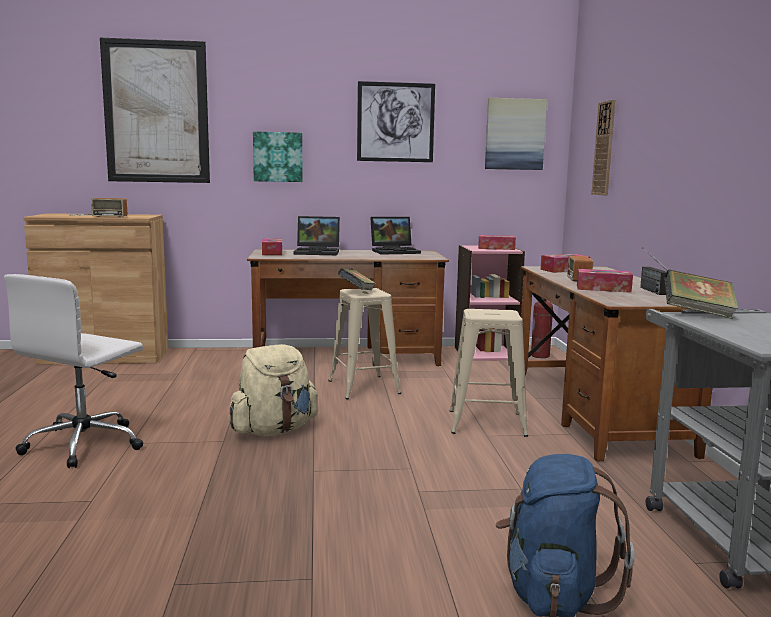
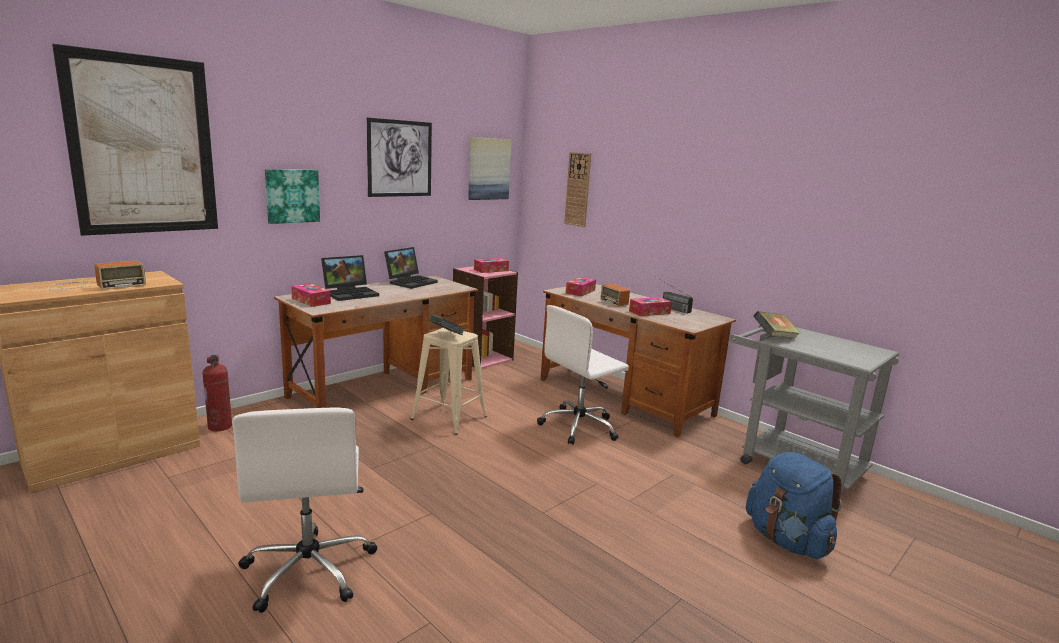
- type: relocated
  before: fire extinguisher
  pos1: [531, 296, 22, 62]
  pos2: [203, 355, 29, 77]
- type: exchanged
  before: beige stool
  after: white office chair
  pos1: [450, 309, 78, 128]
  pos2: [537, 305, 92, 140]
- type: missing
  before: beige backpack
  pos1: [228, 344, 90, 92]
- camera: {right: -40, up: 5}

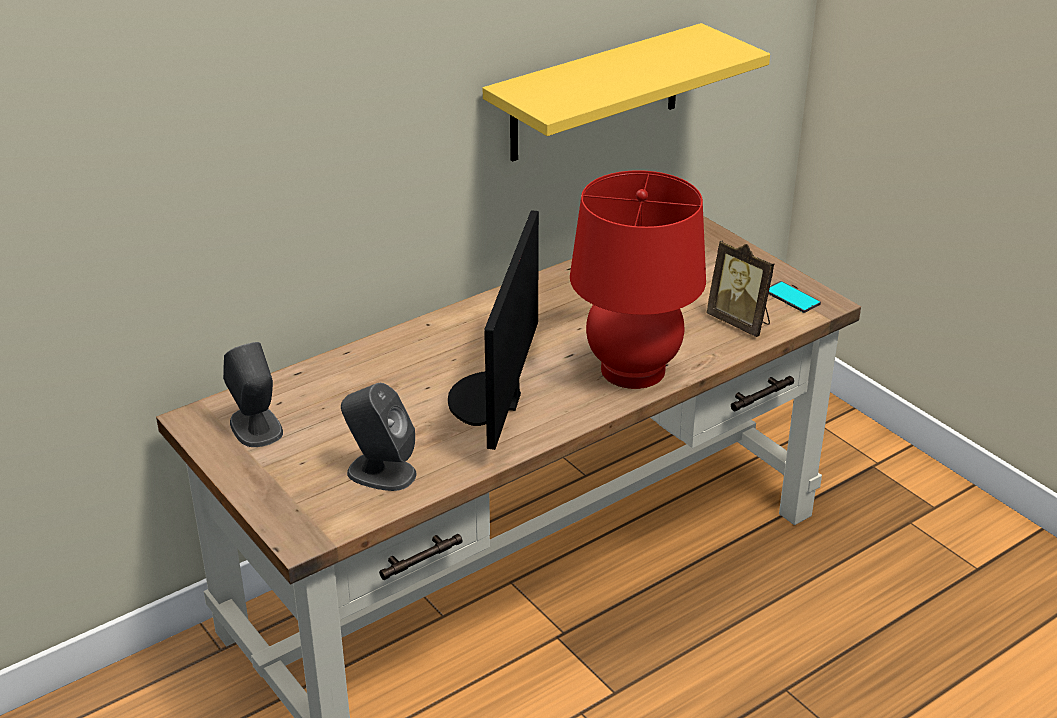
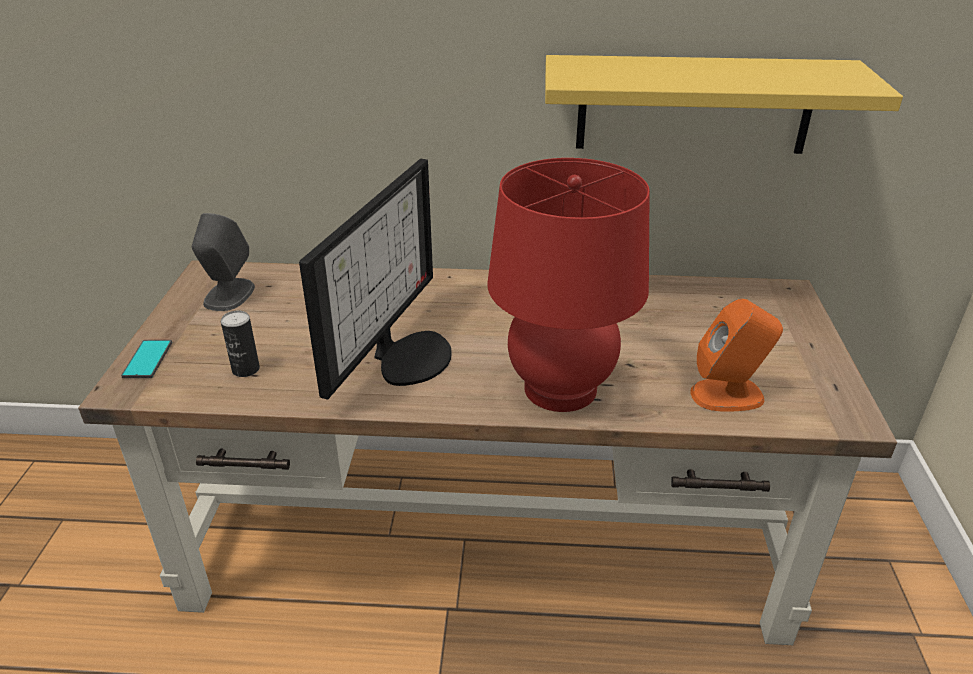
- type: relocated
  before: phone
  pos1: [768, 281, 53, 32]
  pos2: [121, 340, 51, 38]
- type: exchanged
  before: grey speaker
  after: can
  pos1: [341, 383, 76, 108]
  pos2: [221, 311, 39, 66]
- type: spun
  before: monitor
  pos1: [448, 210, 91, 240]
  pos2: [299, 159, 152, 241]
  turn: 150
- type: exchanged
  before: picture frame
  after: orange speaker
  pos1: [706, 240, 69, 97]
  pos2: [690, 299, 93, 113]
- camera: {right: 40, up: 0}

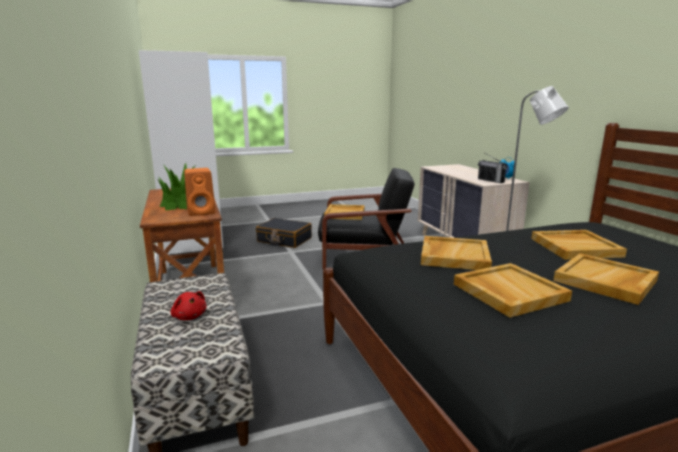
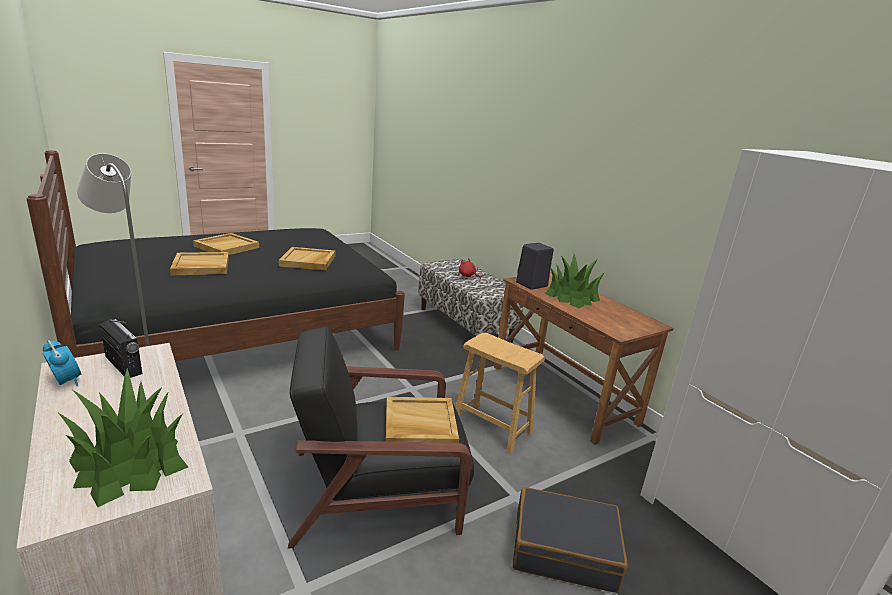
- type: appeared
  after: potted plant
  pos2: [57, 368, 131, 139]
- type: appeared
  after: brown stool
  pos2: [455, 333, 90, 120]
- type: colour
  before: orange speaker
  after: black speaker
  pos1: [184, 168, 32, 48]
  pos2: [516, 243, 38, 47]
- type: missing
  before: beige tray
  pos1: [454, 263, 118, 55]
- camera: {right: 165, up: 5}

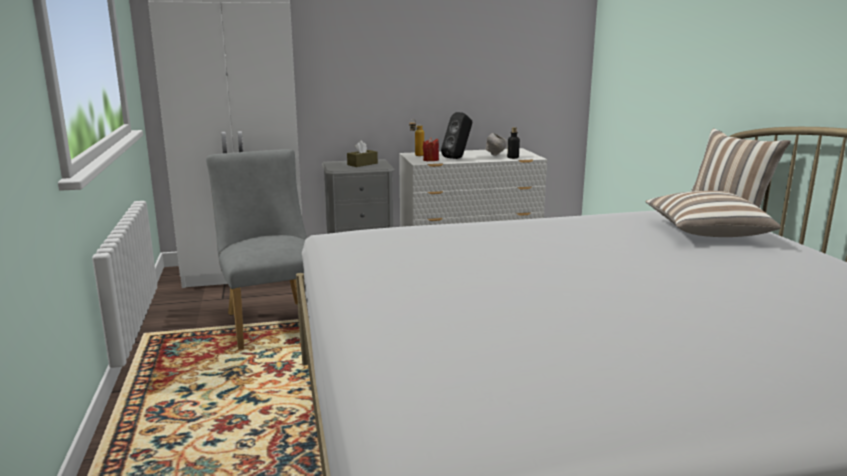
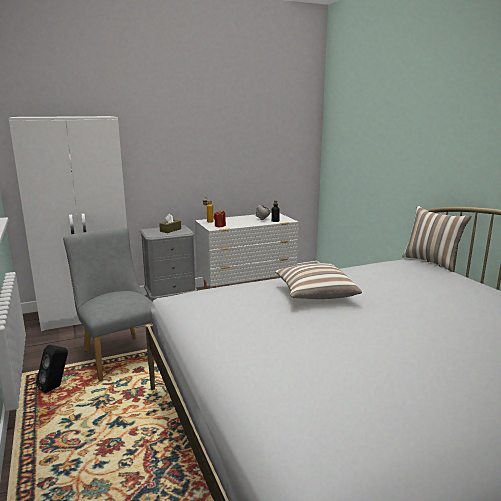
- type: relocated
  before: black speaker
  pos1: [441, 112, 31, 47]
  pos2: [36, 344, 32, 49]
- type: relocated
  before: pillow
  pos1: [645, 191, 136, 46]
  pos2: [275, 263, 87, 36]
- camera: {right: -10, up: 0}

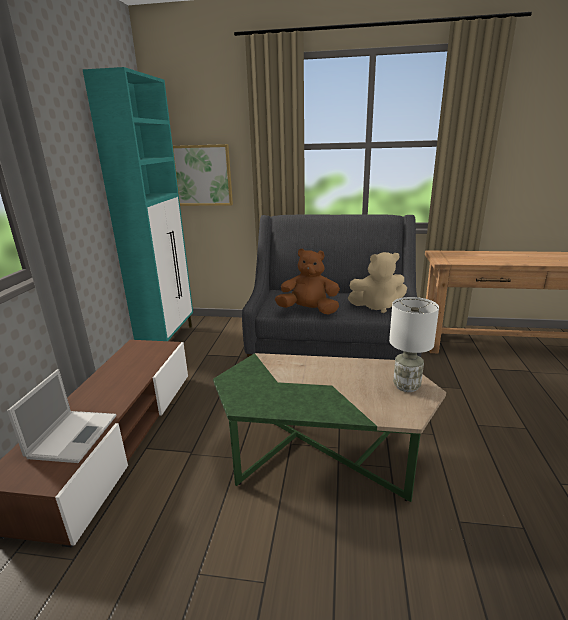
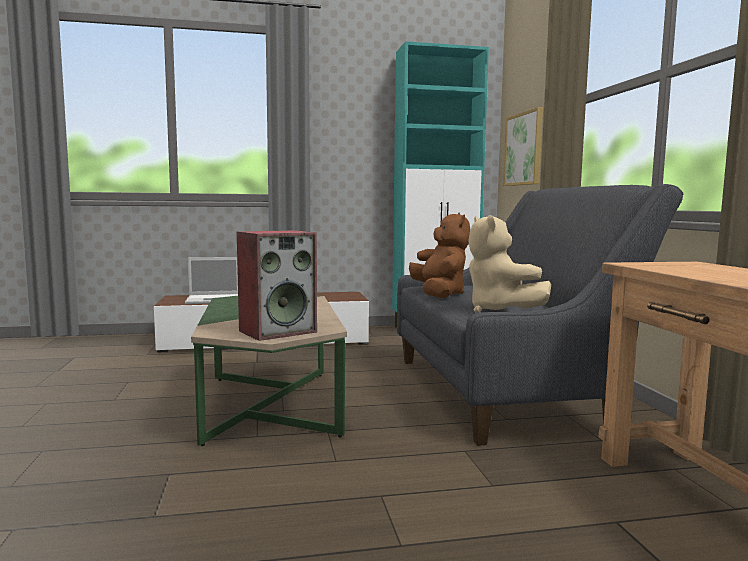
- type: exchanged
  before: white table lamp
  after: speaker
  pos1: [389, 297, 50, 95]
  pos2: [237, 230, 80, 111]
- camera: {right: 70, up: -15}

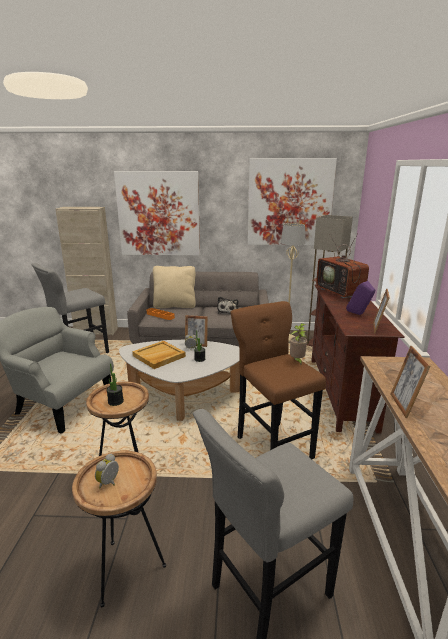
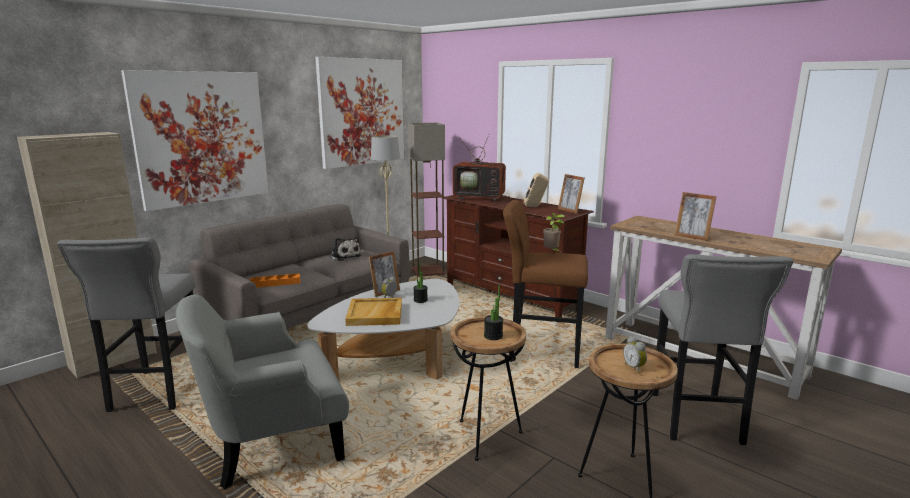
- type: colour
  before: purple speaker
  after: beige speaker
  pos1: [346, 281, 29, 34]
  pos2: [524, 173, 25, 34]
- type: missing
  before: beige pillow
  pos1: [153, 266, 43, 42]
- camera: {right: -50, up: -5}

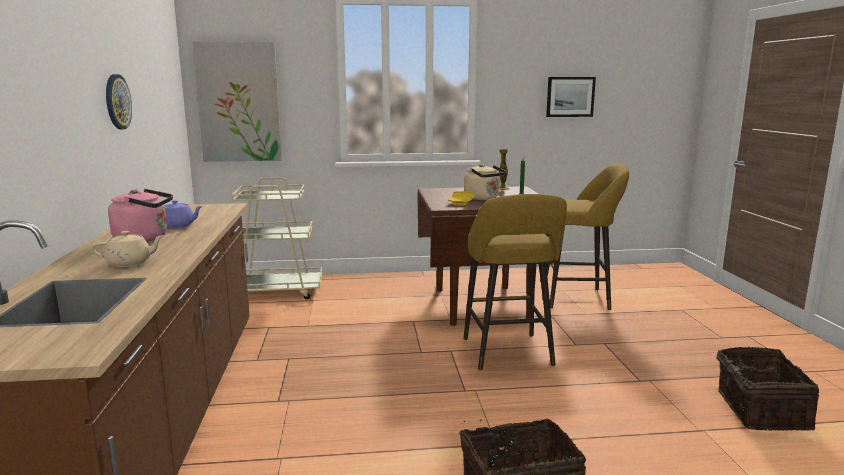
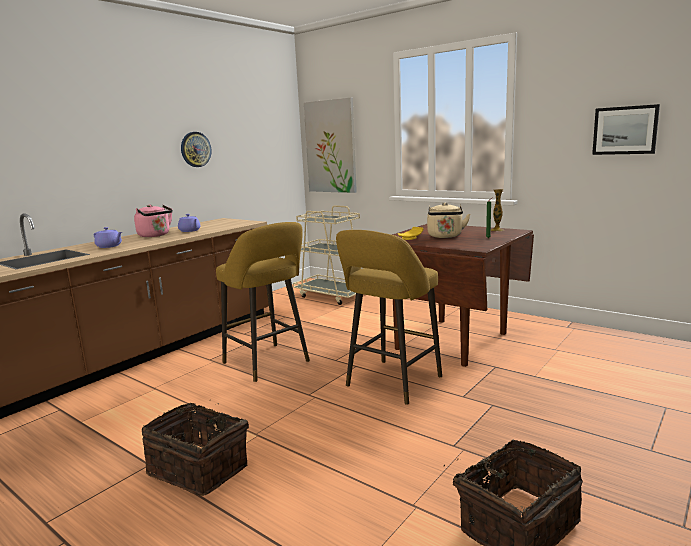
- type: colour
  before: beige teapot
  after: purple teapot
  pos1: [91, 231, 74, 36]
  pos2: [93, 227, 29, 21]
- type: relocated
  before: yellow stool
  pos1: [546, 164, 83, 146]
  pos2: [216, 222, 94, 160]
- camera: {right: 45, up: 0}

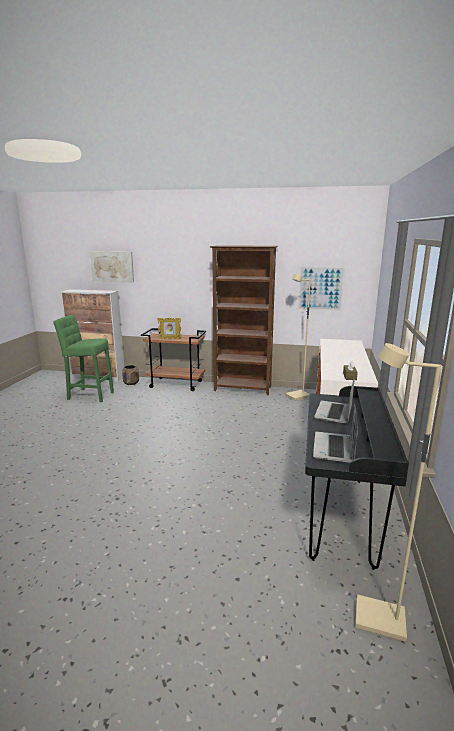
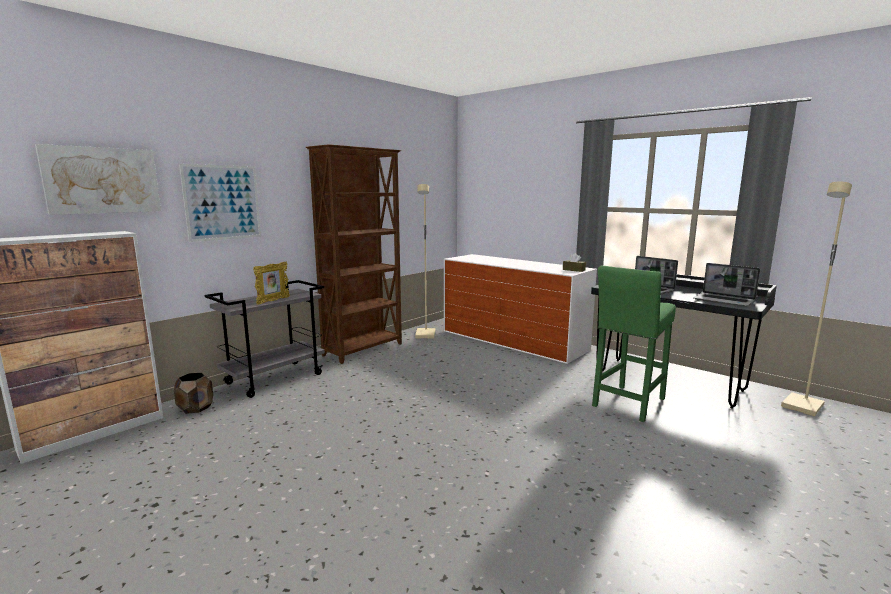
- type: relocated
  before: picture
  pos1: [298, 266, 47, 45]
  pos2: [179, 164, 82, 78]
- type: colour
  before: brown cart
  after: grey cart
  pos1: [141, 328, 65, 63]
  pos2: [205, 280, 120, 118]
- type: relocated
  before: green stool
  pos1: [53, 315, 61, 87]
  pos2: [592, 265, 84, 157]
- camera: {right: -60, up: -5}

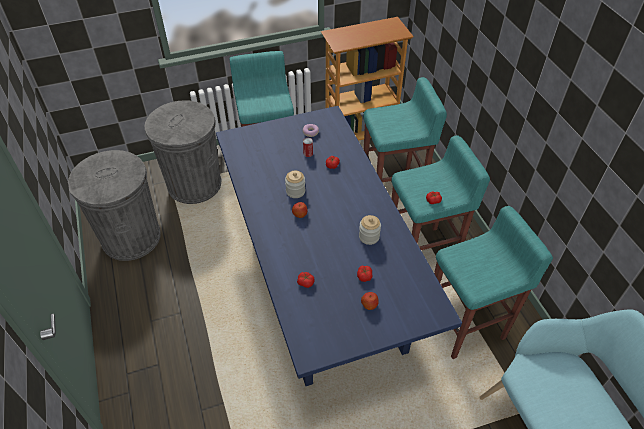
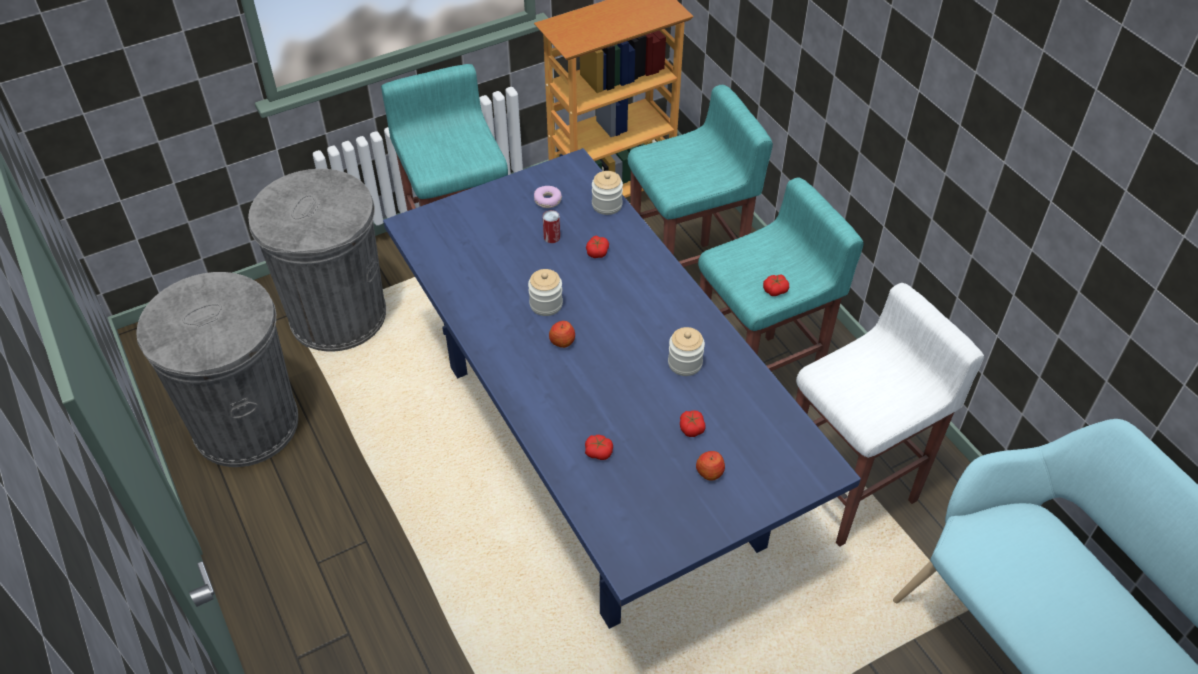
- type: appeared
  after: jar
  pos2: [592, 171, 31, 44]
- type: colour
  before: turquoise stool
  after: white stool
  pos1: [434, 206, 119, 153]
  pos2: [796, 283, 189, 264]
- camera: {right: -10, up: 0}

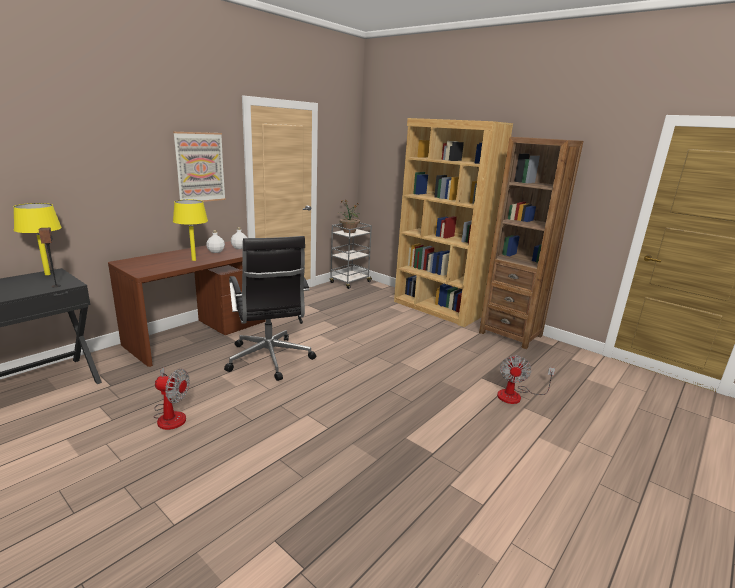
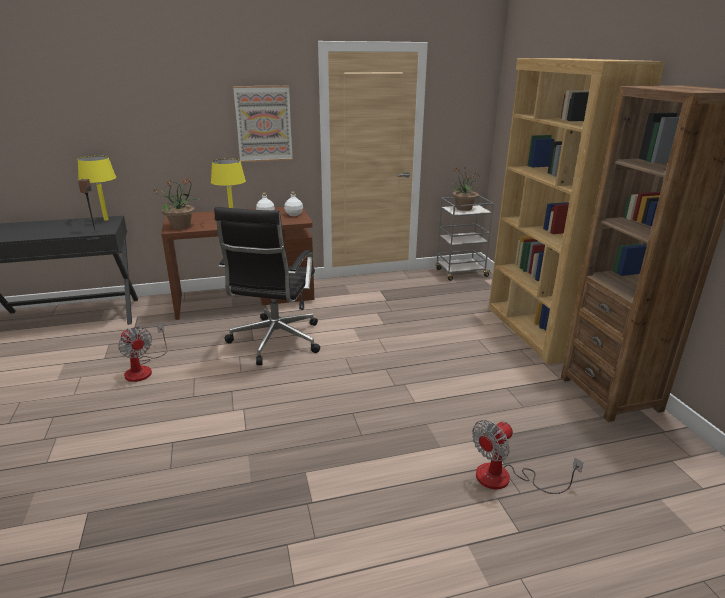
- type: appeared
  after: potted plant
  pos2: [152, 177, 50, 52]
- camera: {right: 35, up: 5}

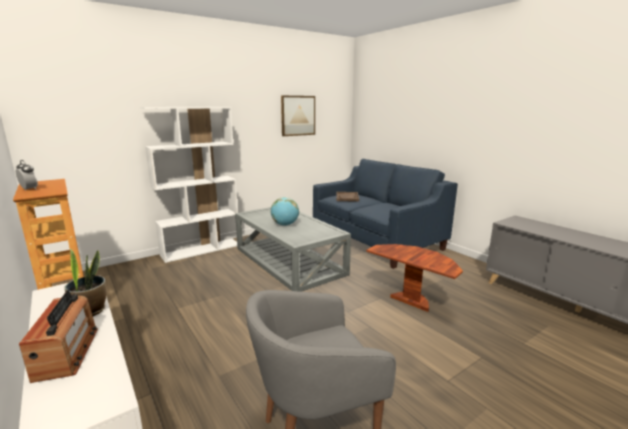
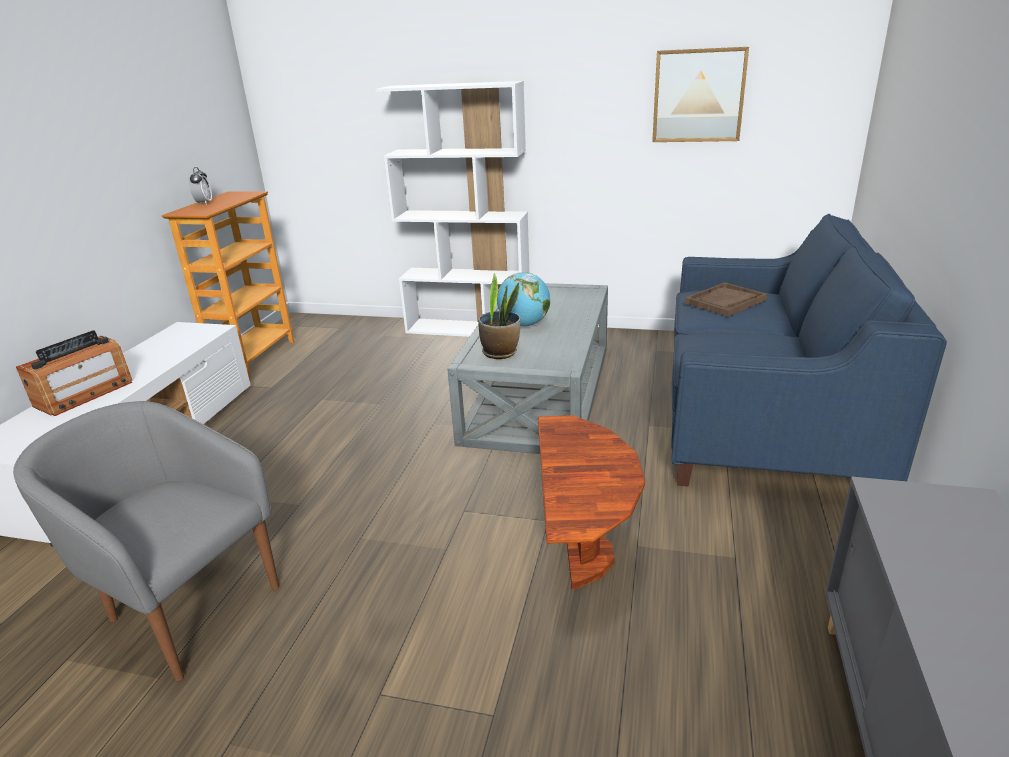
- type: relocated
  before: potted plant
  pos1: [64, 248, 42, 68]
  pos2: [478, 273, 43, 86]
- camera: {right: 50, up: 10}

